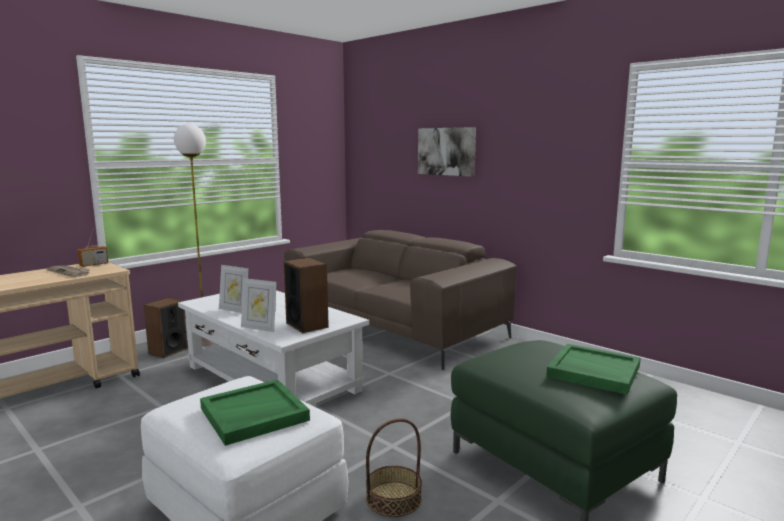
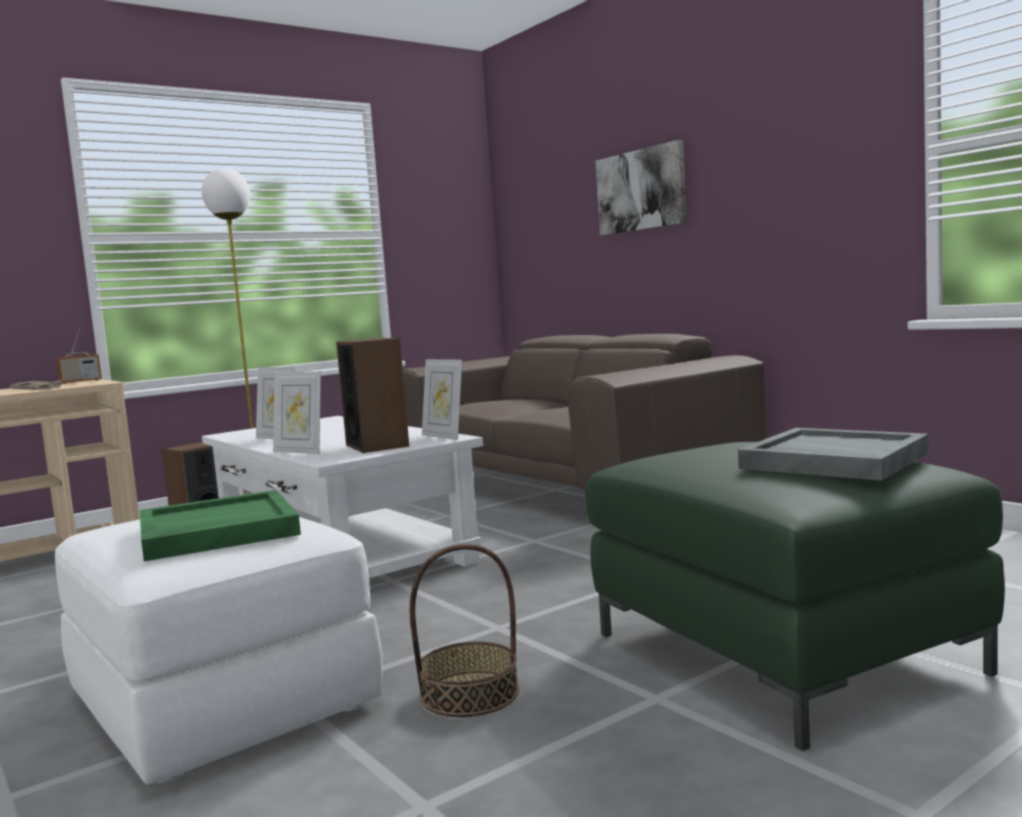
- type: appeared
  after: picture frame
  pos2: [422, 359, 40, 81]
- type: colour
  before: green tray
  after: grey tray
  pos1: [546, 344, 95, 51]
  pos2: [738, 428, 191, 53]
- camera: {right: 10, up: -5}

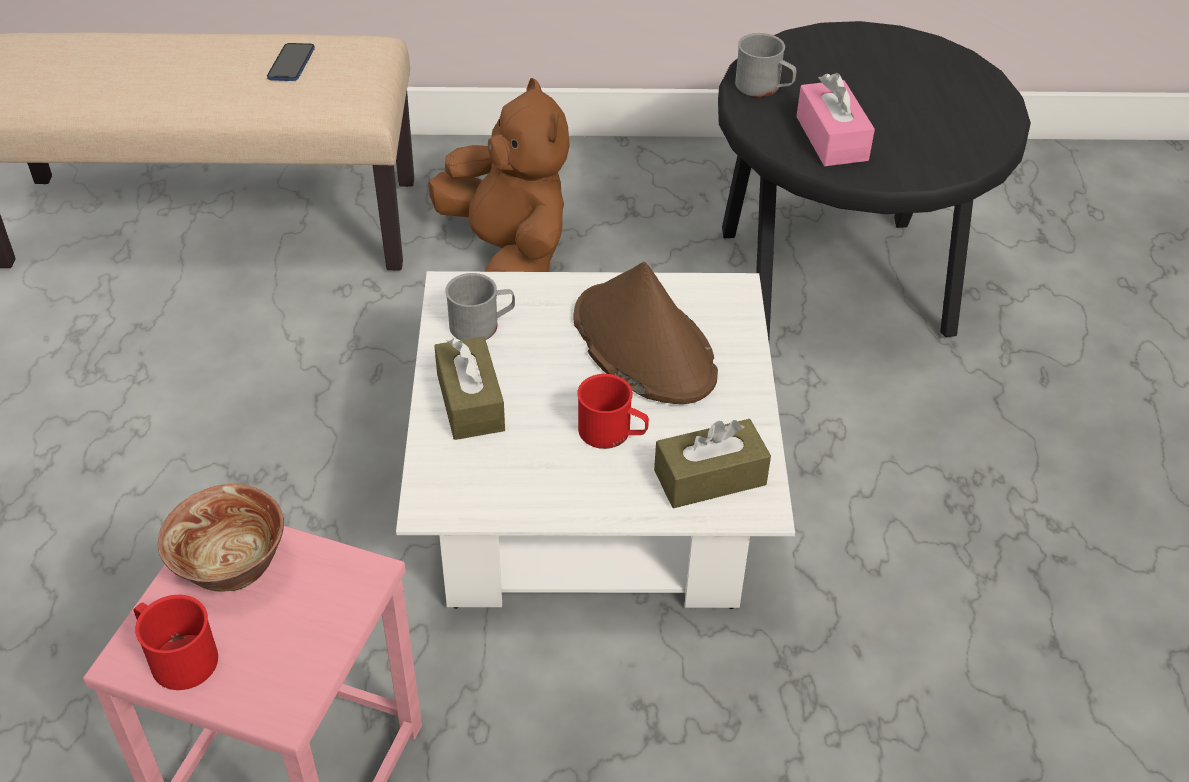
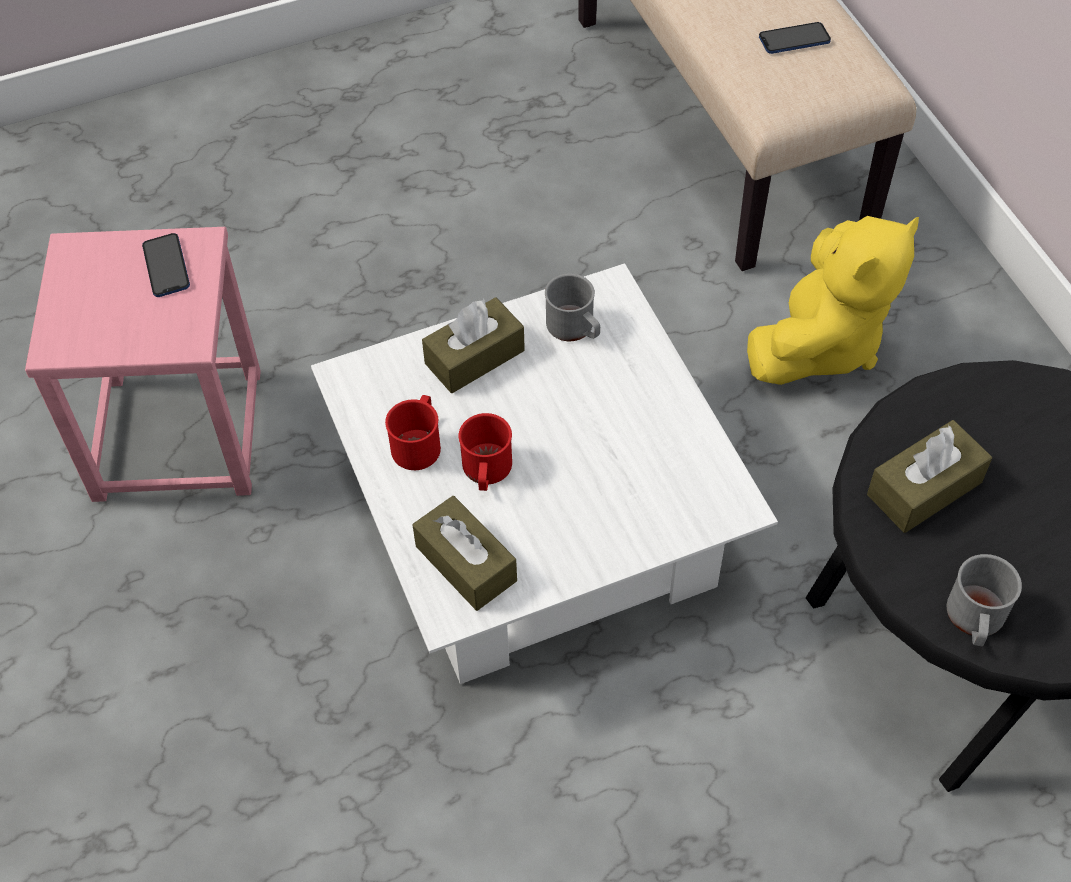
- type: exchanged
  before: bowl
  after: phone
  pos1: [158, 484, 126, 108]
  pos2: [142, 233, 48, 64]
- type: relocated
  before: red mug
  pos1: [134, 595, 84, 95]
  pos2: [385, 395, 56, 75]
- type: colour
  before: brown plush toy
  after: yellow plush toy
  pos1: [428, 78, 142, 194]
  pos2: [747, 216, 172, 169]
- type: colour
  before: pink tissue box
  after: brown tissue box
  pos1: [796, 73, 79, 93]
  pos2: [867, 420, 125, 113]
- type: relocated
  before: grey mug
  pos1: [735, 33, 62, 64]
  pos2: [947, 554, 75, 92]
- type: missing
  before: brown hat
  pos1: [573, 262, 145, 142]
- camera: {right: 70, up: 10}

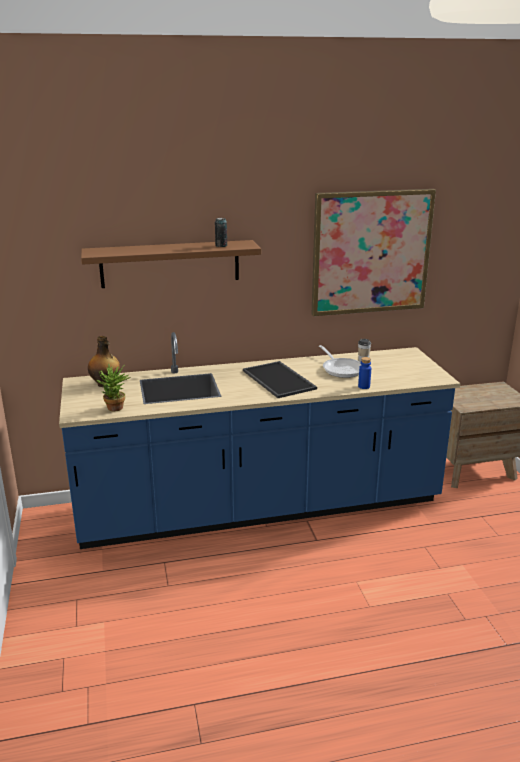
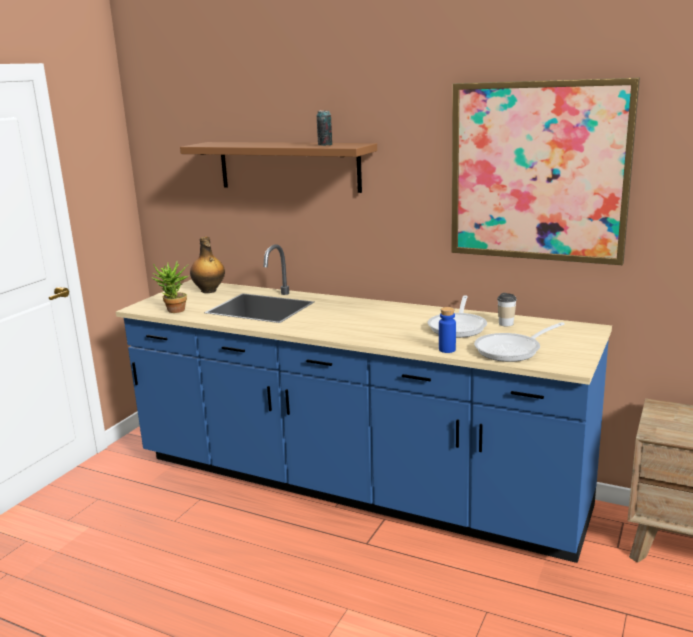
- type: appeared
  after: frying pan
  pos2: [474, 322, 91, 40]
- type: missing
  before: tray
  pos1: [243, 361, 74, 37]
- camera: {right: 40, up: -5}

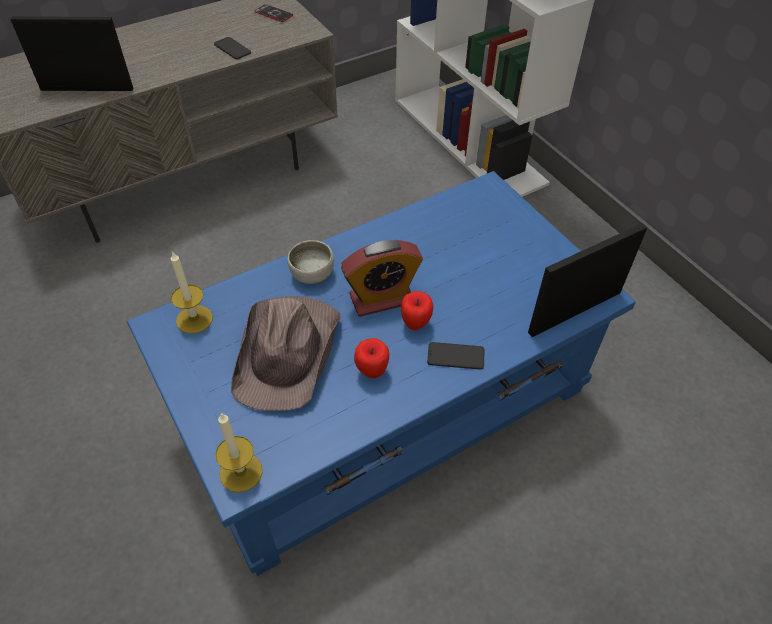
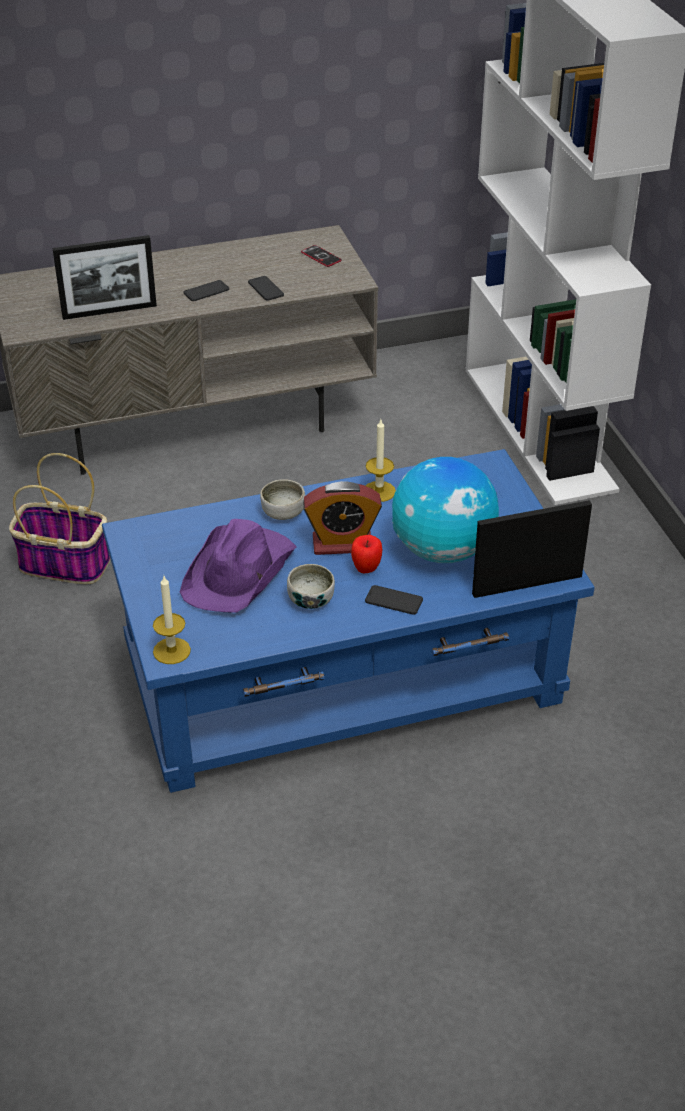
- type: appeared
  after: basket
  pos2: [9, 453, 101, 131]
- type: spun
  before: picture frame
  pos1: [10, 16, 123, 75]
  pos2: [53, 235, 104, 85]
  turn: 150
- type: colour
  before: brown hat
  after: purple hat
  pos1: [231, 296, 110, 115]
  pos2: [180, 519, 117, 94]
- type: appeared
  after: phone
  pos2: [184, 280, 45, 21]
- type: exchanged
  before: apple
  after: bowl
  pos1: [354, 338, 35, 40]
  pos2: [287, 564, 48, 45]
- type: relocated
  before: candle
  pos1: [171, 251, 42, 83]
  pos2: [366, 420, 30, 82]
- type: appeared
  after: globe
  pos2: [392, 457, 107, 106]
- camera: {right: 15, up: -10}

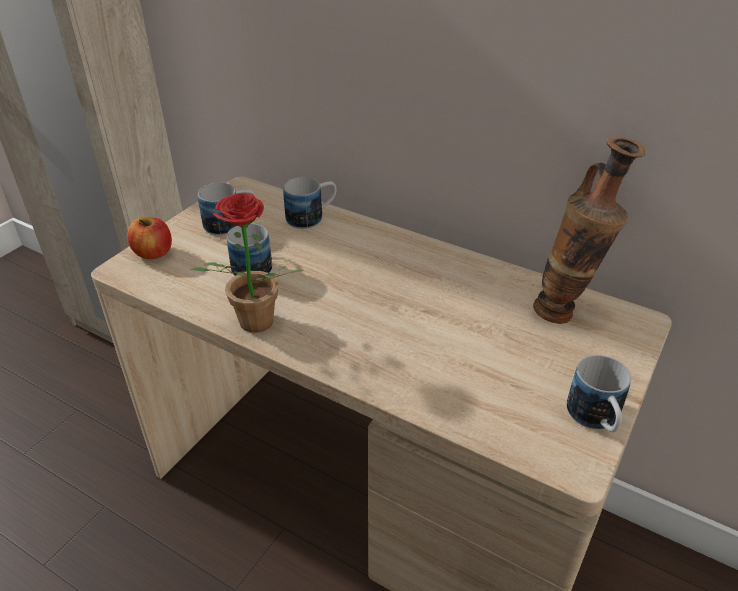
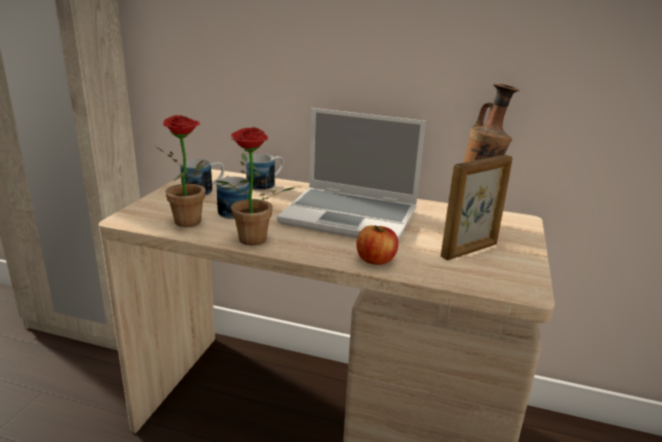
- type: appeared
  after: potted plant
  pos2: [156, 115, 49, 112]
- type: appeared
  after: laptop
  pos2: [277, 108, 149, 133]
- type: relocated
  before: apple
  pos1: [127, 217, 45, 42]
  pos2: [356, 225, 42, 40]
- type: appeared
  after: picture frame
  pos2: [441, 154, 71, 106]
- type: missing
  before: mug
  pos1: [567, 355, 64, 77]
- camera: {right: -15, up: -15}

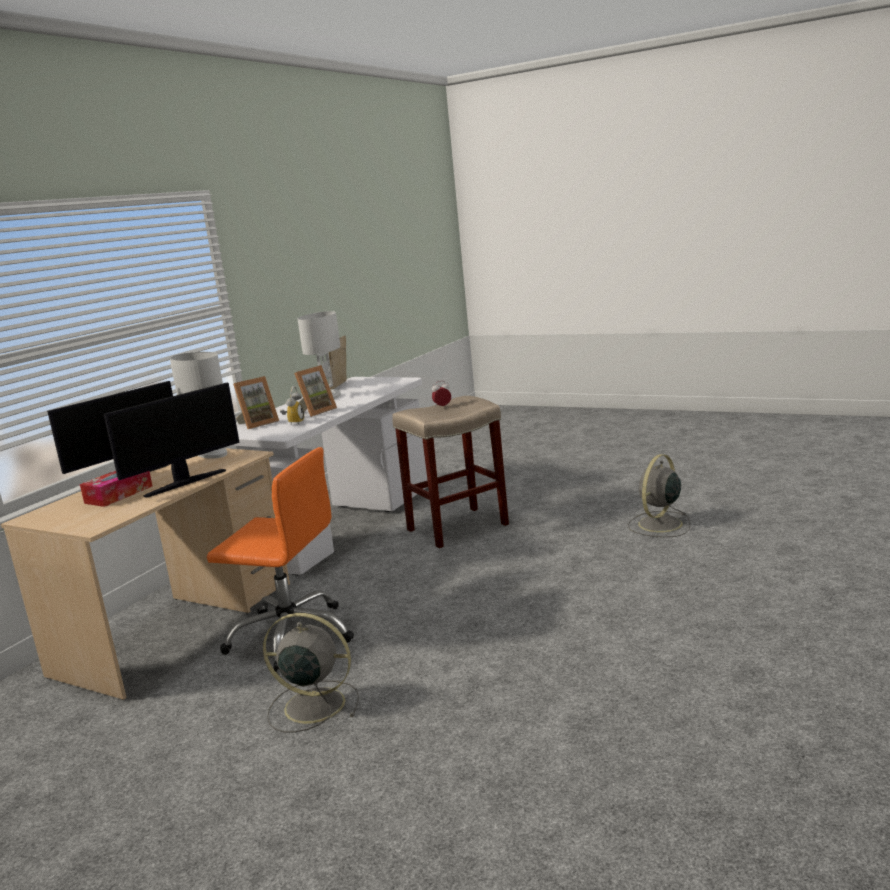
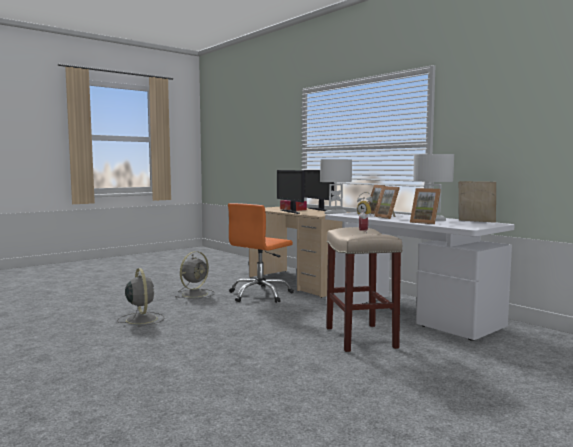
- type: relocated
  before: grey fan
  pos1: [628, 454, 62, 83]
  pos2: [117, 268, 48, 59]
- type: appeared
  after: picture frame
  pos2: [410, 188, 31, 36]
- camera: {right: 110, up: -10}

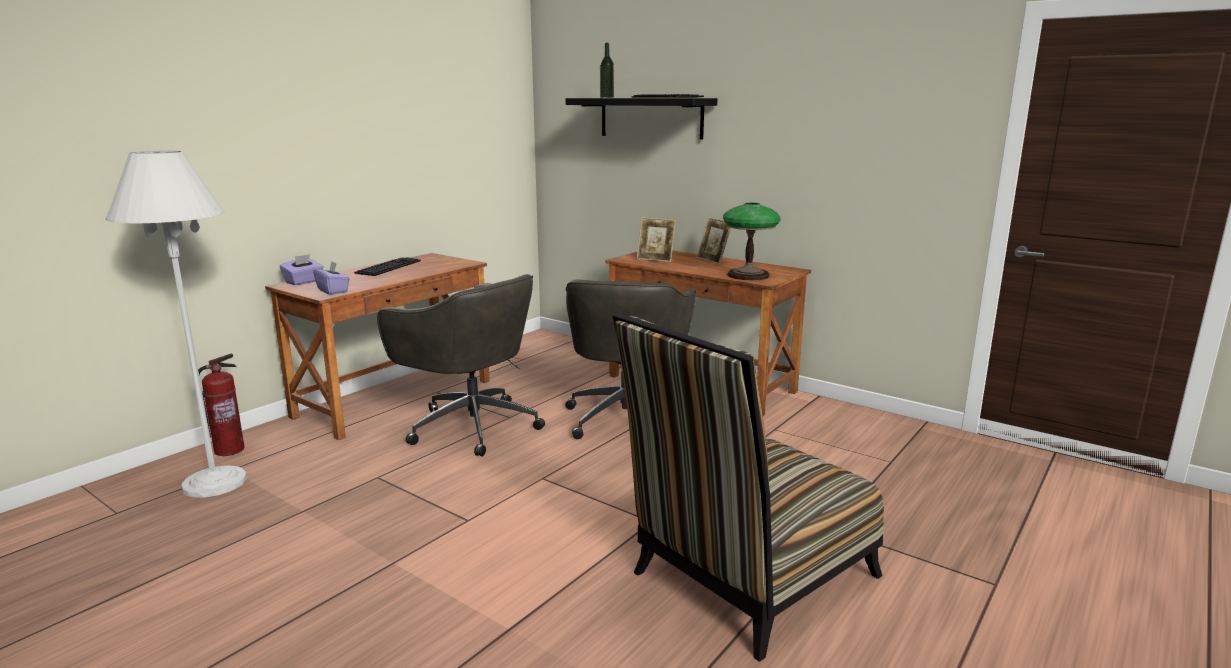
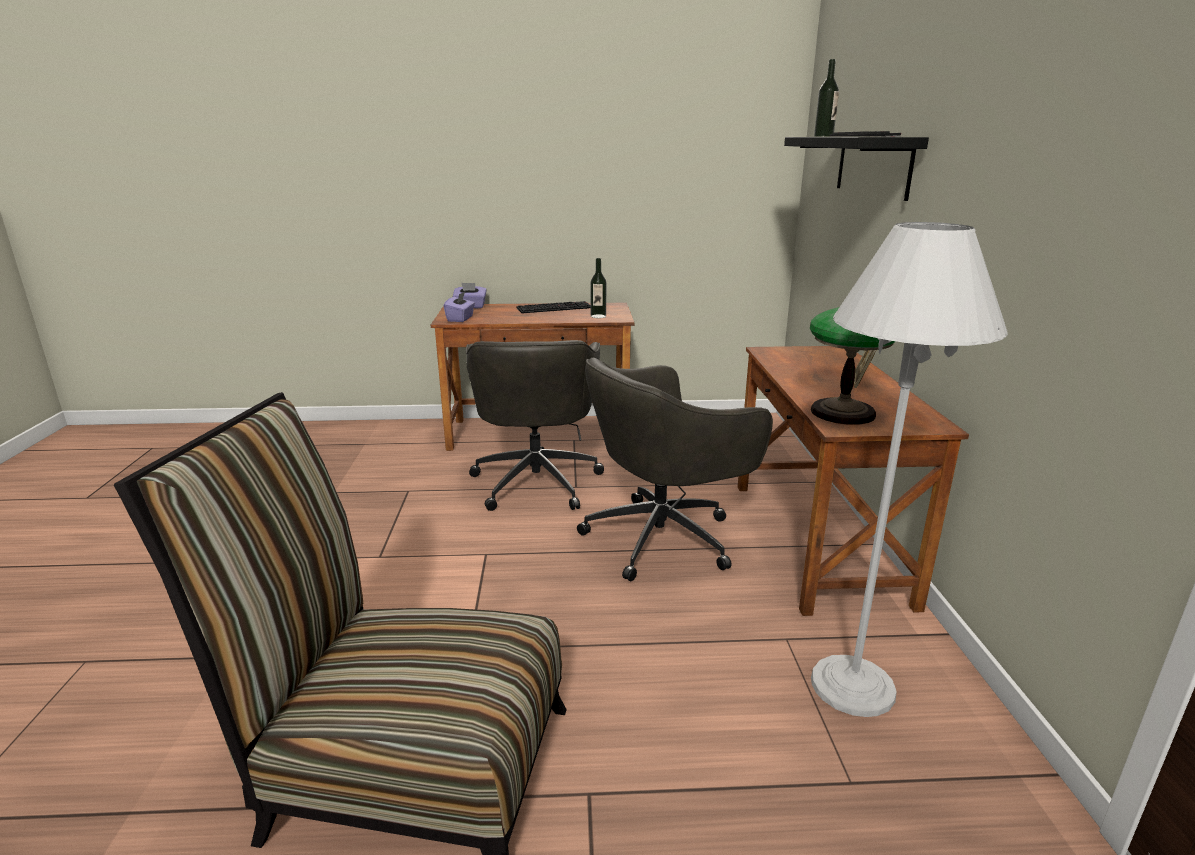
- type: appeared
  after: bottle
  pos2: [590, 258, 16, 60]
- type: relocated
  before: white floor lamp
  pos1: [106, 151, 141, 347]
  pos2: [811, 222, 197, 495]
- type: missing
  before: fire extinguisher
  pos1: [198, 353, 47, 103]
- type: missing
  before: picture frame
  pos1: [637, 217, 39, 45]
- camera: {right: 50, up: 5}

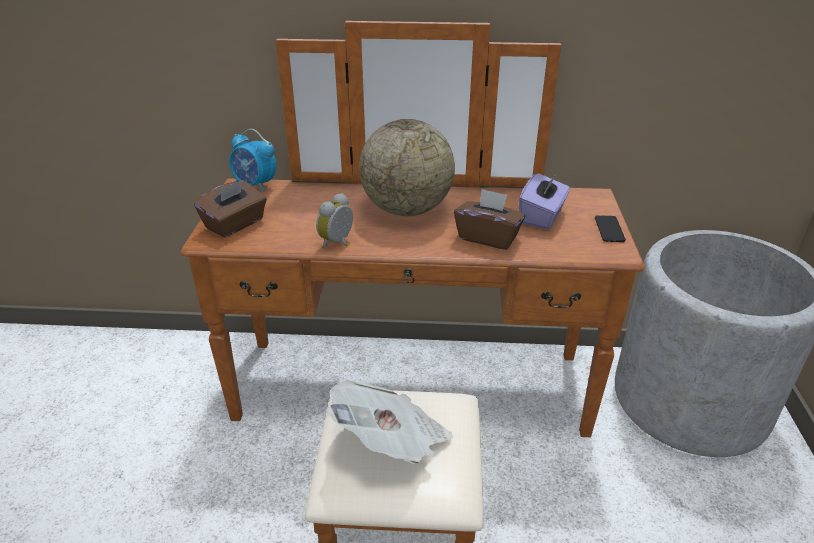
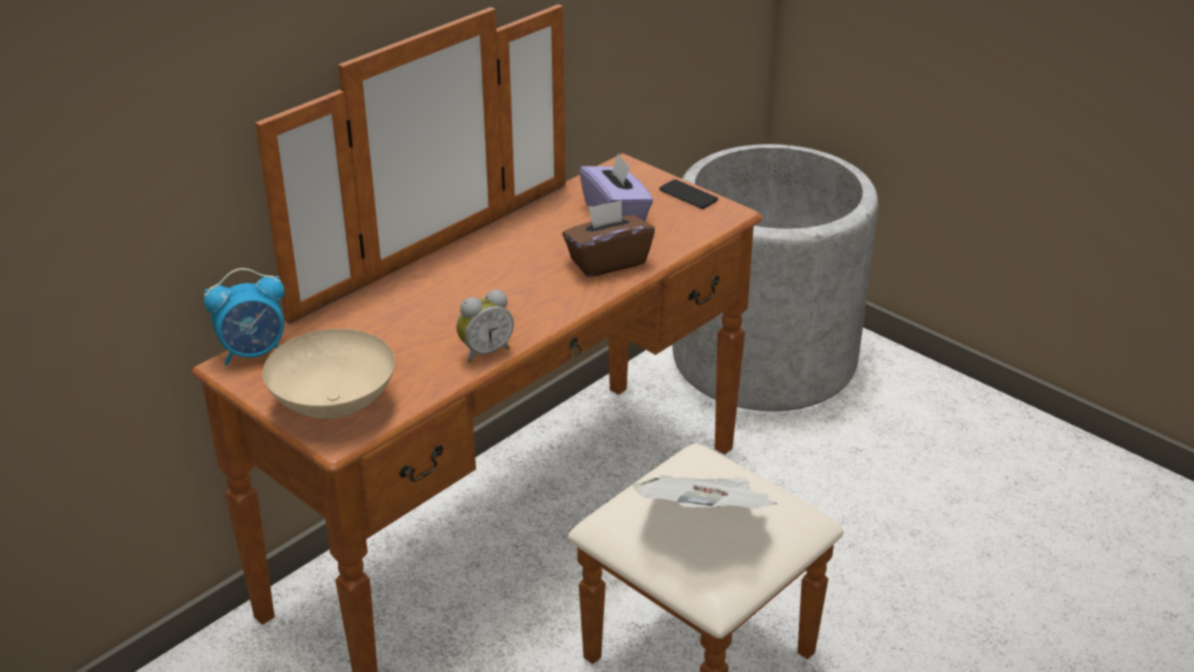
- type: exchanged
  before: brown tissue box
  after: beige bowl
  pos1: [194, 180, 73, 58]
  pos2: [263, 329, 132, 90]
- type: spun
  before: alarm clock
  pos1: [316, 193, 37, 56]
  pos2: [457, 289, 57, 74]
  turn: -105
- type: missing
  before: globe
  pos1: [359, 119, 96, 97]
- camera: {right: -50, up: 0}

